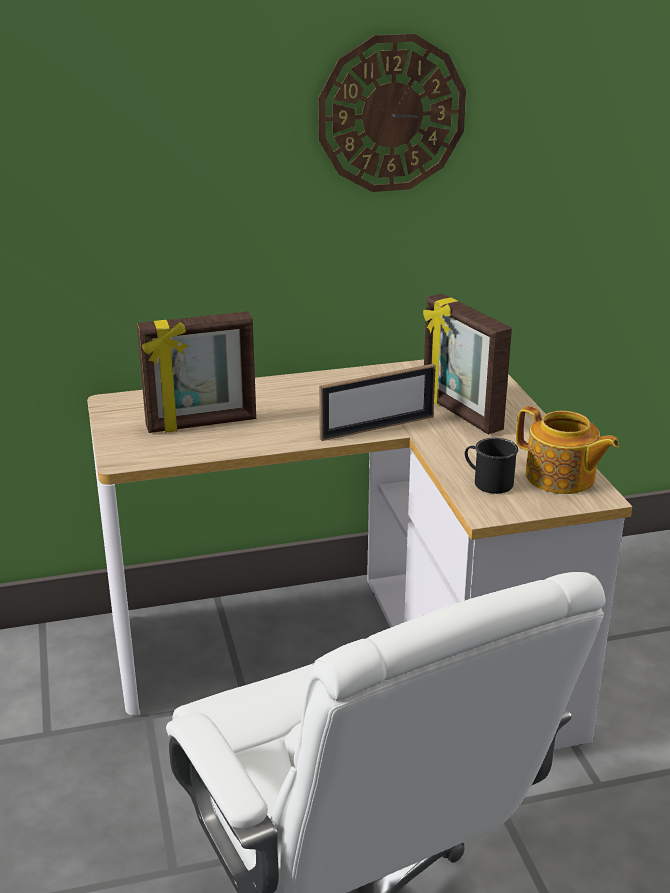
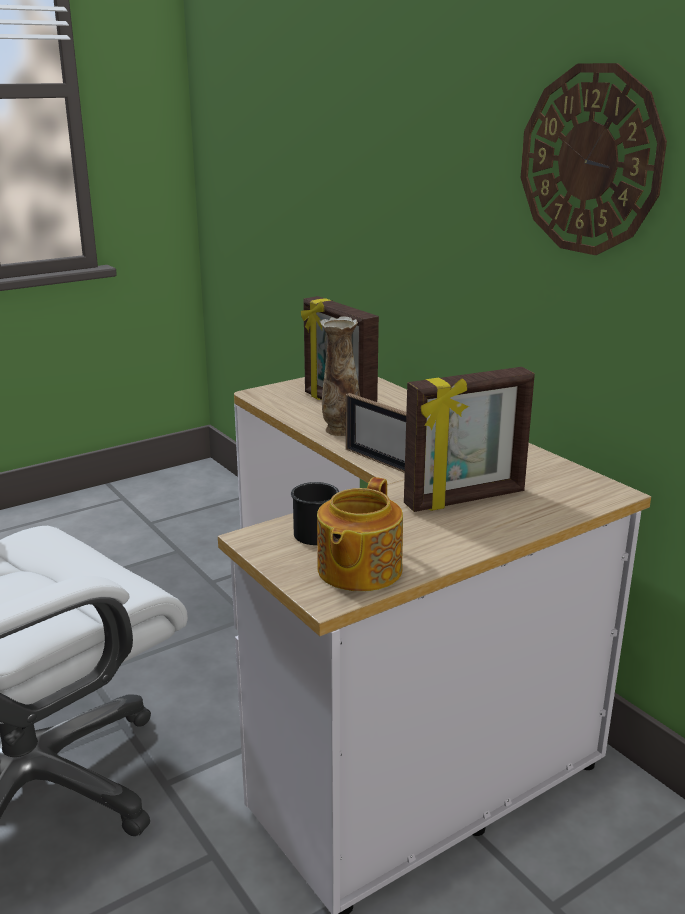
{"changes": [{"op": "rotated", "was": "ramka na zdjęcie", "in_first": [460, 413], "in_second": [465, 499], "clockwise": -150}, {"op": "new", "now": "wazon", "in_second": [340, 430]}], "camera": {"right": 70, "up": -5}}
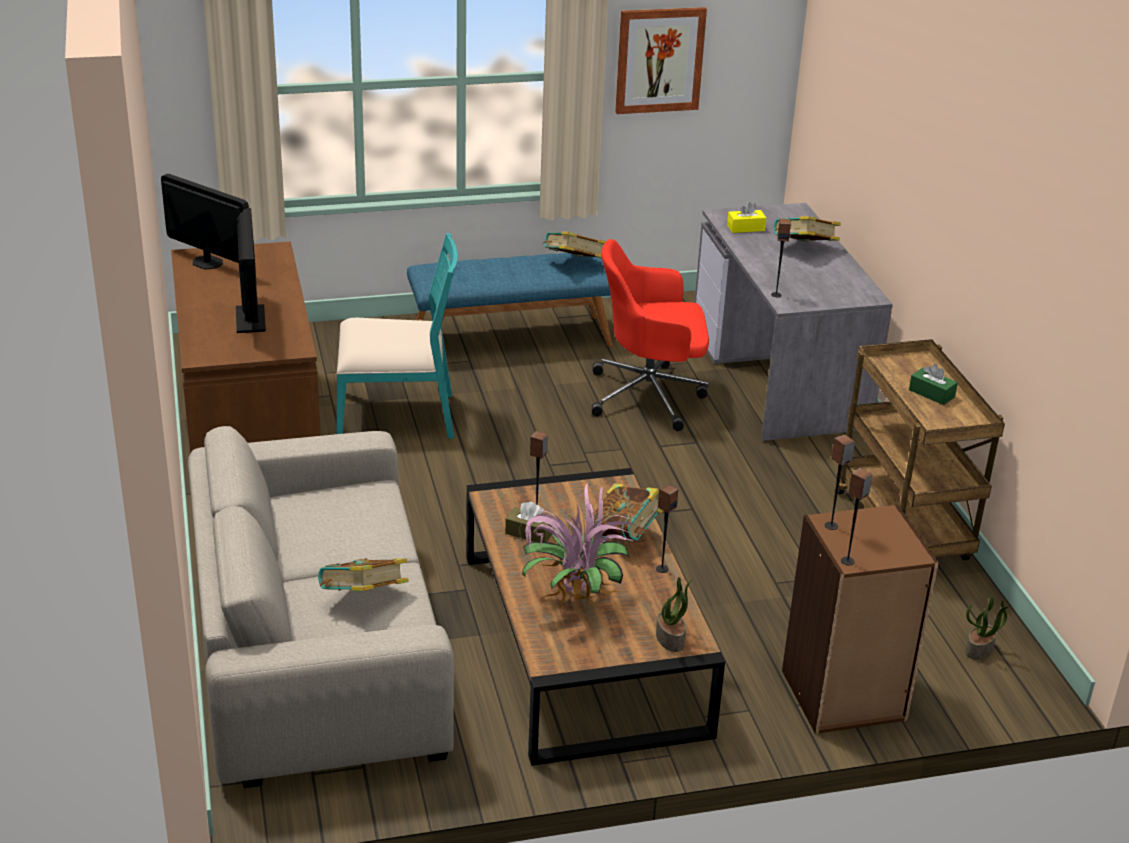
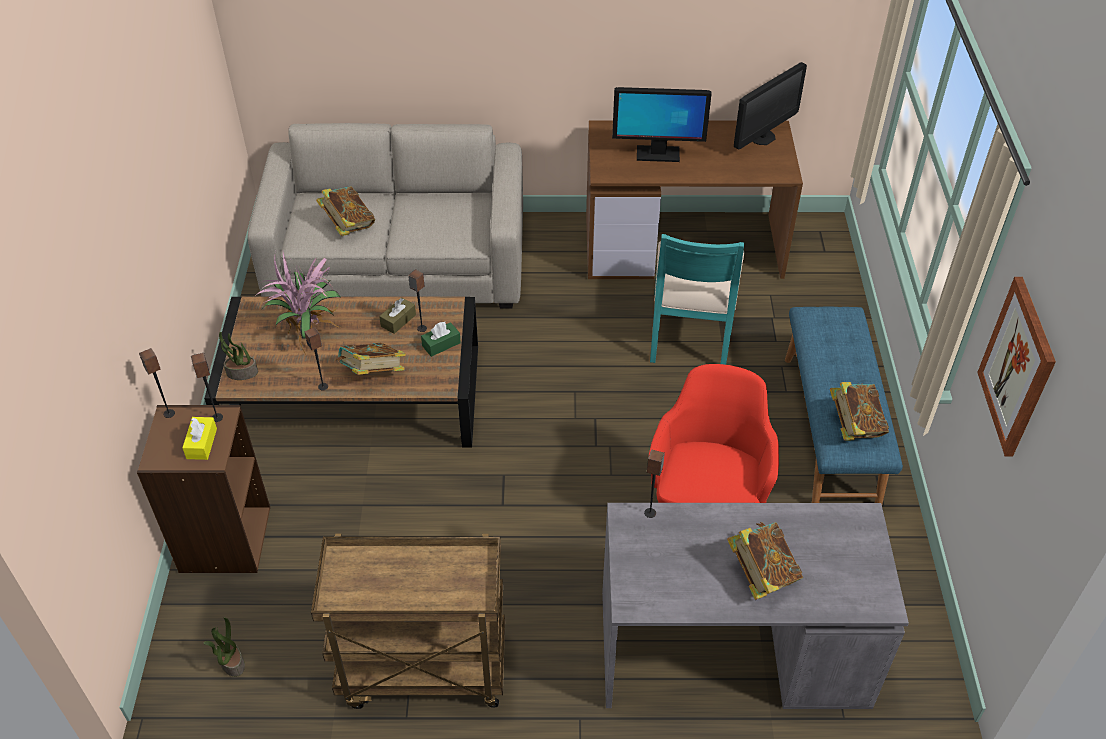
{"changes": [{"op": "shifted", "was": "pudełko chusteczek/żółty", "in_first": [745, 228], "in_second": [201, 443]}, {"op": "shifted", "was": "pudełko chusteczek/zielony", "in_first": [931, 393], "in_second": [441, 344]}], "camera": {"right": 105, "up": 15}}
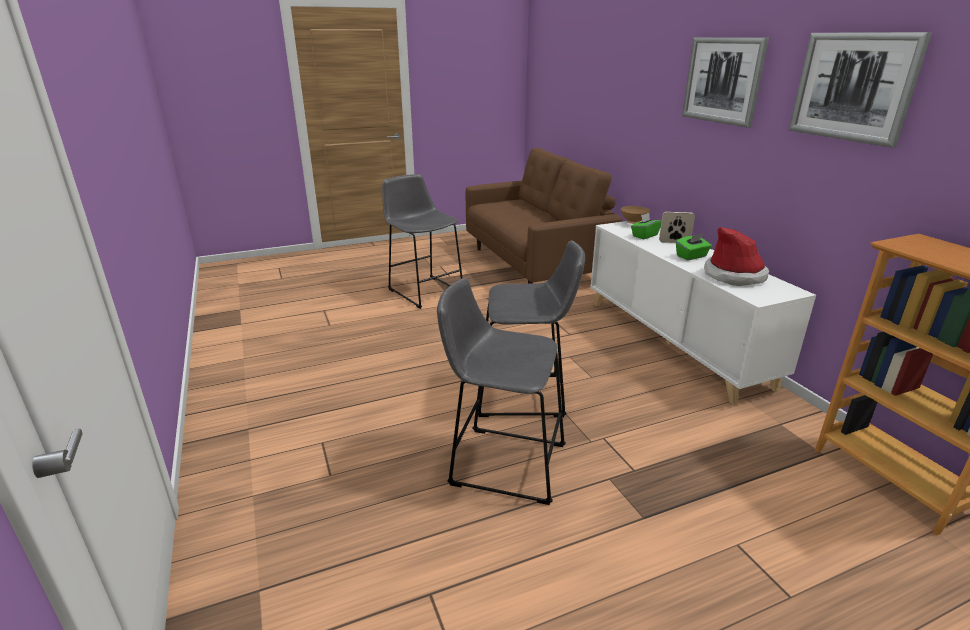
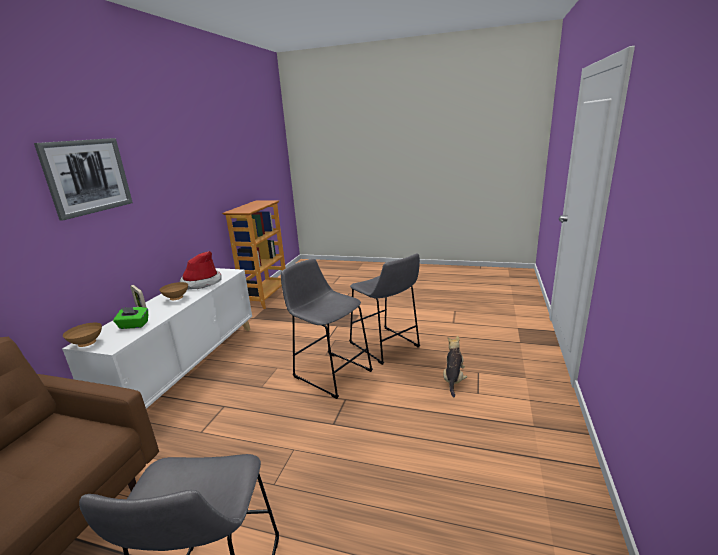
{"changes": [{"op": "gone", "was": "obraz", "in_first": [853, 87]}, {"op": "swapped", "was": "pudełko chusteczek/zielony", "now": "miska/brązowy", "in_first": [691, 256], "in_second": [176, 299]}, {"op": "new", "now": "pluszak", "in_second": [453, 379]}], "camera": {"right": -140, "up": -5}}
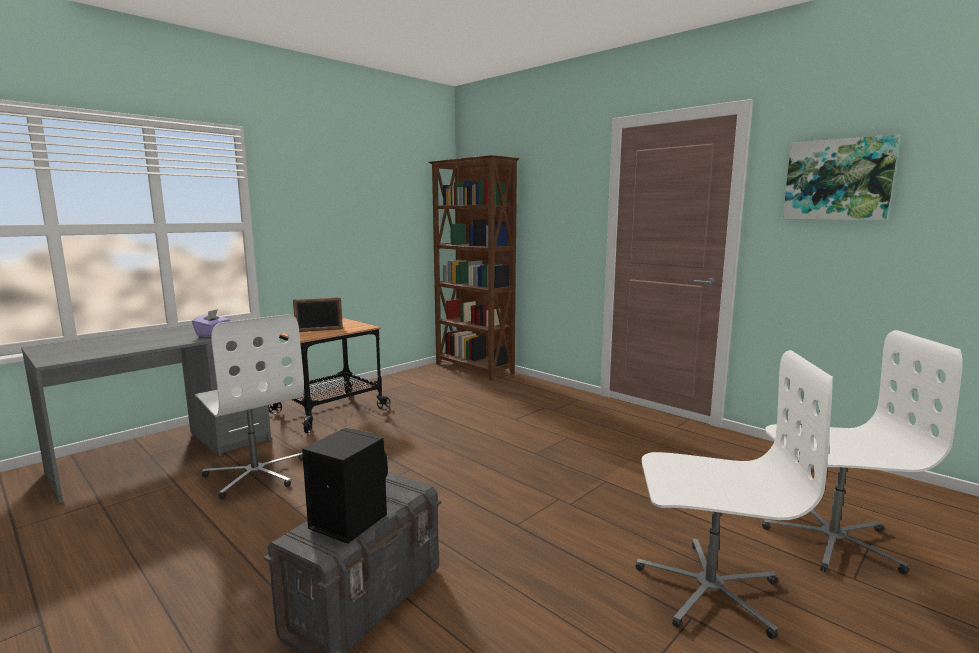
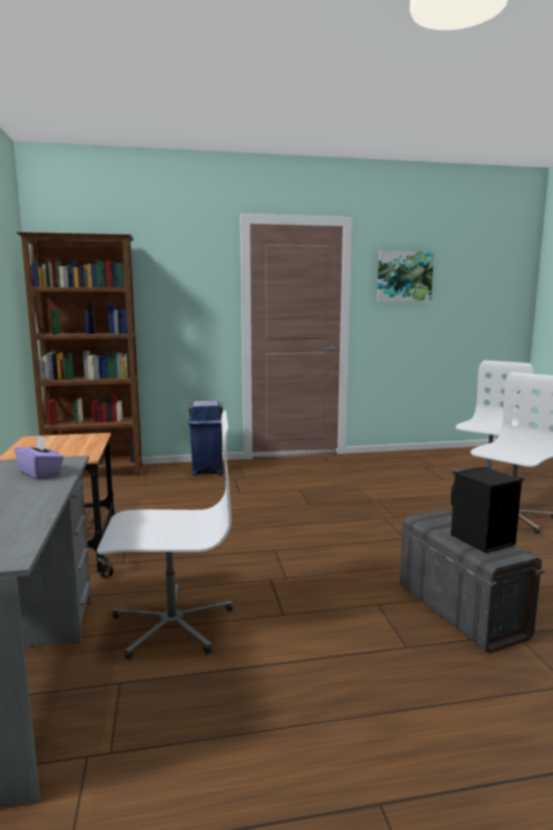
{"changes": [{"op": "gone", "was": "ramka na zdjęcie", "in_first": [319, 330]}, {"op": "new", "now": "kosz na śmieci/niebieski", "in_second": [207, 470]}], "camera": {"right": -55, "up": 0}}
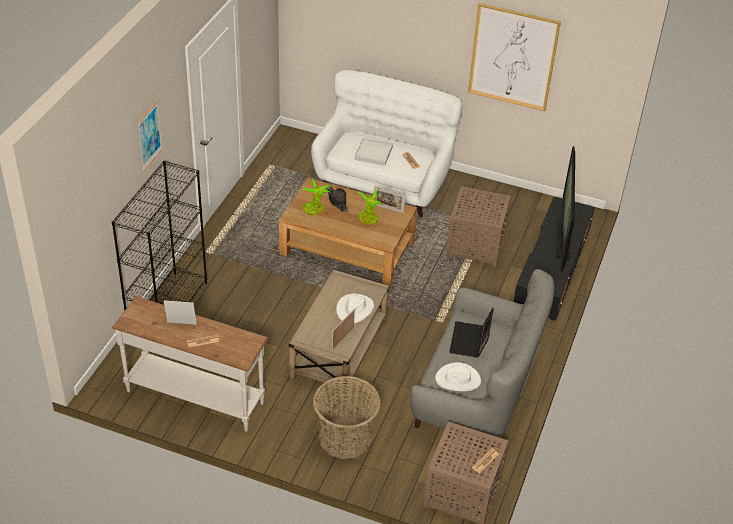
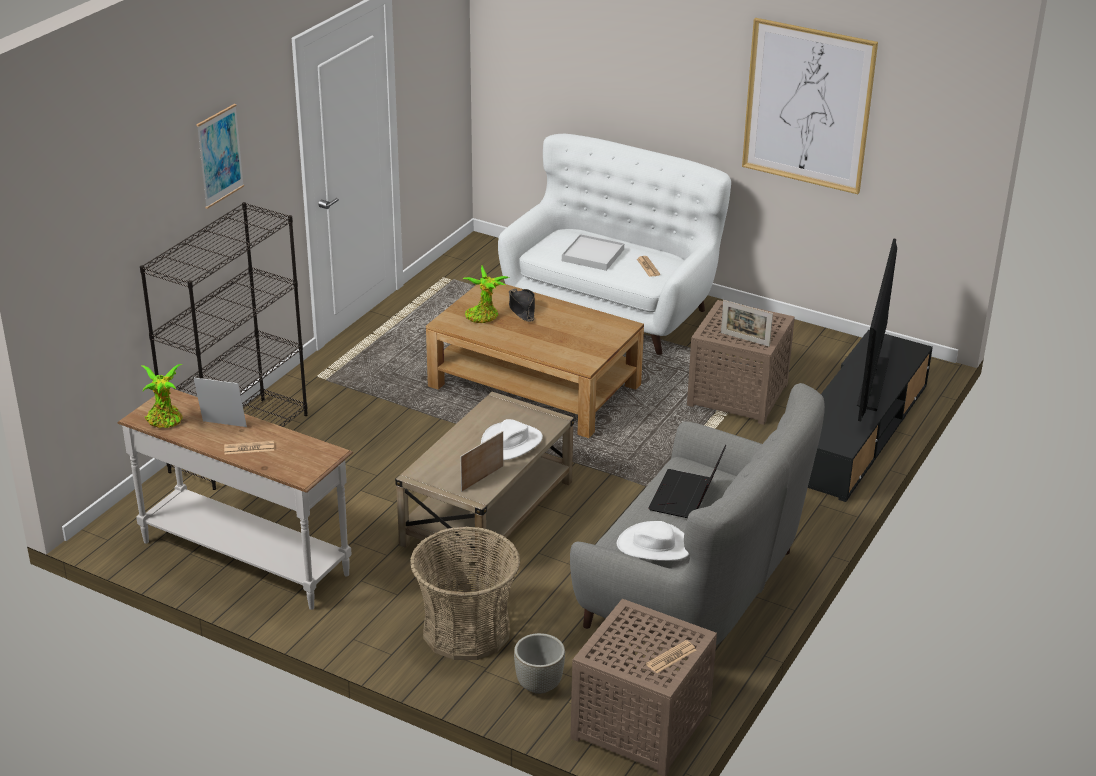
{"changes": [{"op": "shifted", "was": "ramka na zdjęcie", "in_first": [388, 209], "in_second": [745, 339]}, {"op": "shifted", "was": "roślina doniczkowa", "in_first": [368, 220], "in_second": [165, 421]}, {"op": "new", "now": "donica/szary", "in_second": [539, 685]}], "camera": {"right": 10, "up": -10}}
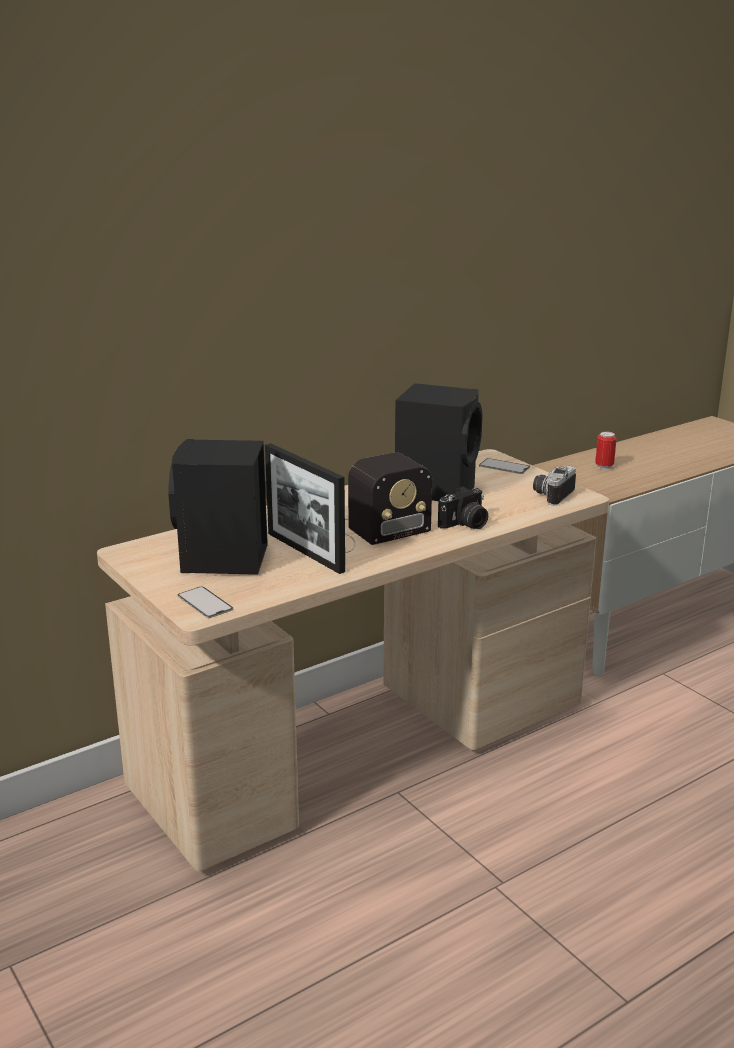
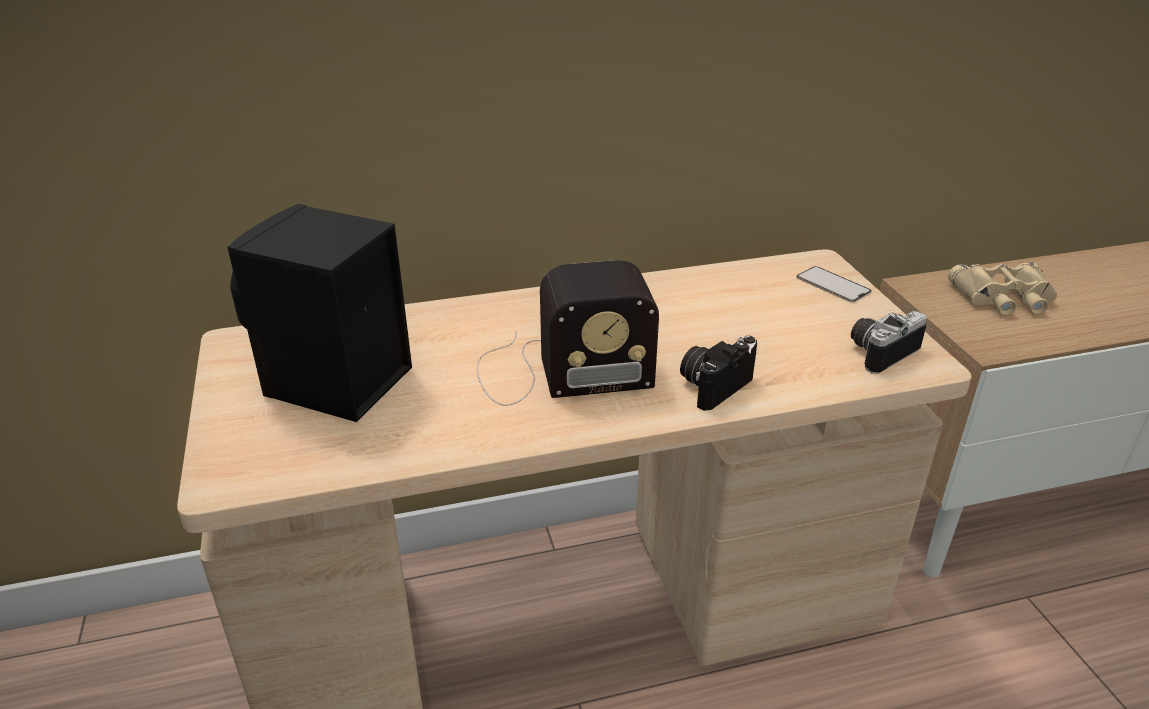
{"changes": [{"op": "gone", "was": "głośnik/czarny", "in_first": [437, 489]}, {"op": "swapped", "was": "puszka", "now": "lornetka/beżowy", "in_first": [604, 466], "in_second": [1004, 297]}, {"op": "gone", "was": "ramka na zdjęcie", "in_first": [305, 552]}, {"op": "rotated", "was": "aparat fotograficzny", "in_first": [465, 524], "in_second": [713, 385], "clockwise": 150}, {"op": "gone", "was": "telefon", "in_first": [205, 603]}], "camera": {"right": 20, "up": 10}}
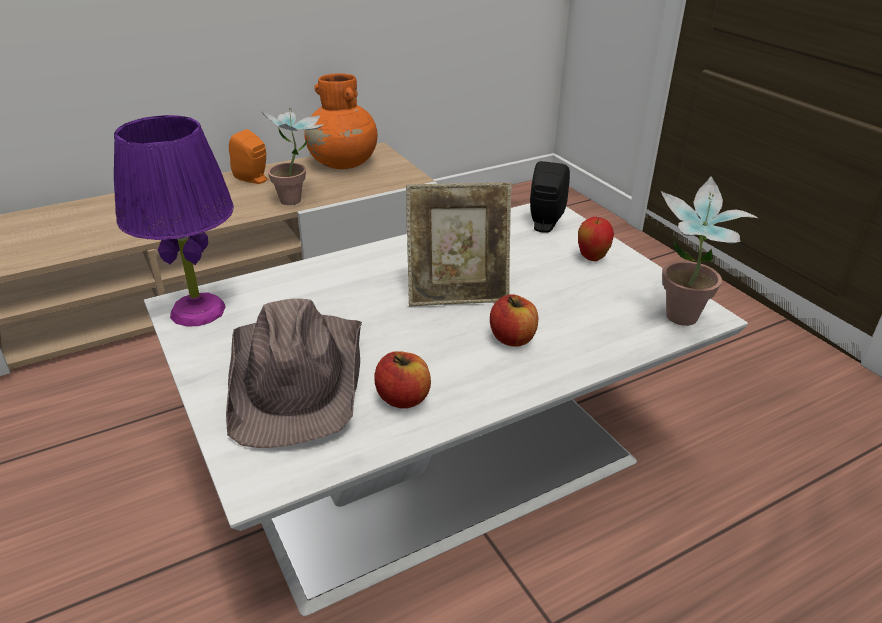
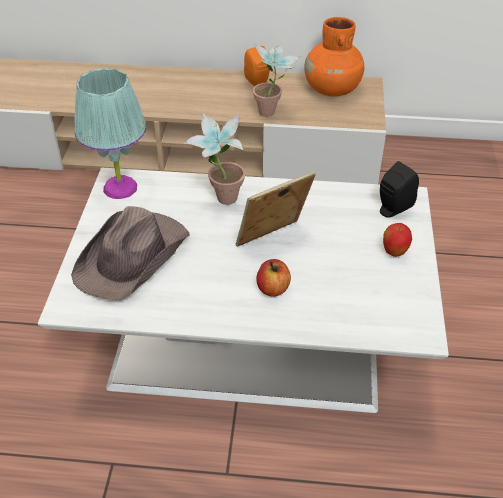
{"changes": [{"op": "repainted", "was": "lampa stołowa/fioletowy", "now": "lampa stołowa/turkusowy", "in_first": [198, 311], "in_second": [120, 188]}, {"op": "shifted", "was": "roślina doniczkowa", "in_first": [680, 323], "in_second": [220, 201]}, {"op": "rotated", "was": "ramka na zdjęcie", "in_first": [457, 294], "in_second": [273, 241], "clockwise": 120}, {"op": "gone", "was": "jabłko", "in_first": [403, 398]}], "camera": {"right": 35, "up": 10}}
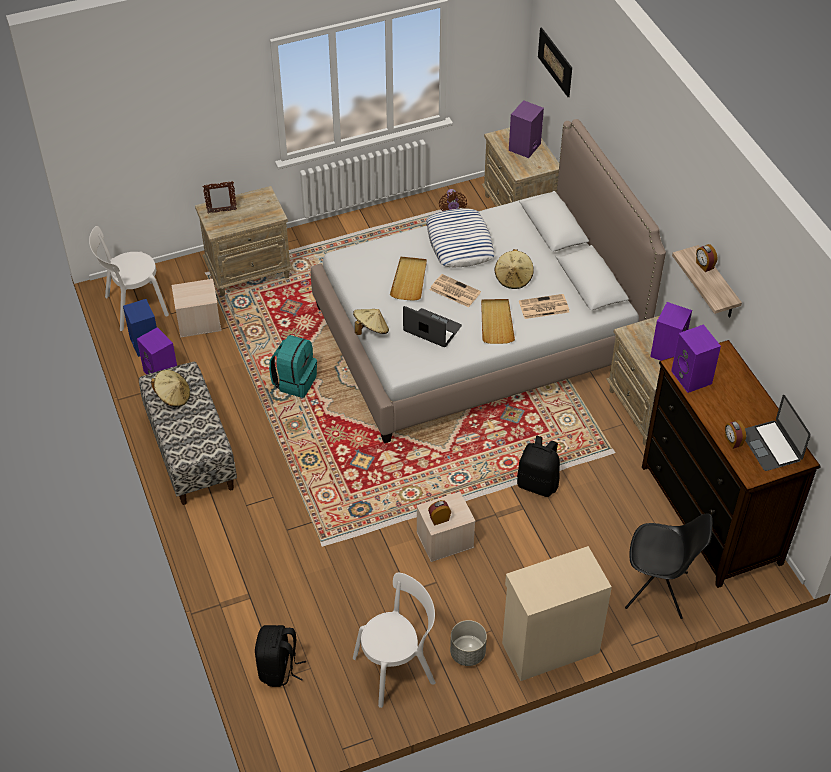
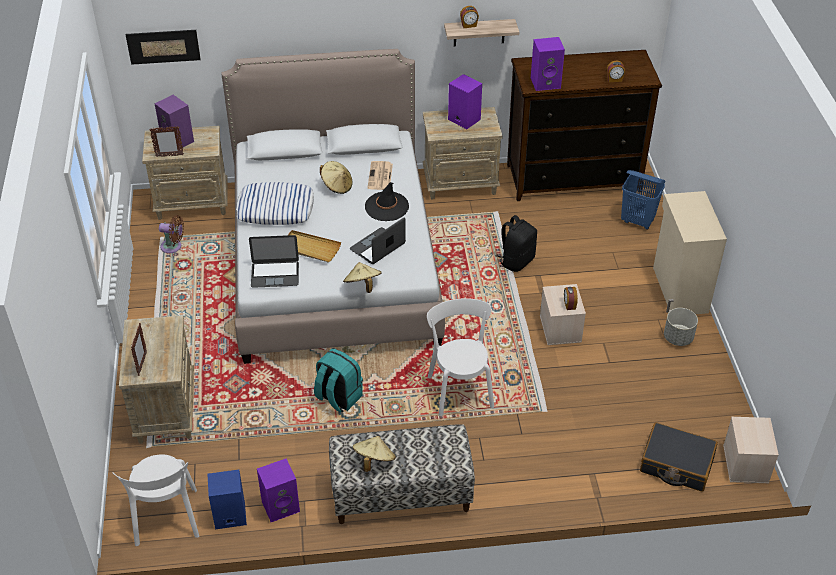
{"changes": [{"op": "gone", "was": "gazeta", "in_first": [454, 291]}, {"op": "shifted", "was": "pojemnik do przechowywania/beżowy", "in_first": [198, 322], "in_second": [746, 464]}, {"op": "swapped", "was": "taca/beżowy", "now": "kapelusz/czarny", "in_first": [496, 322], "in_second": [386, 206]}, {"op": "shifted", "was": "laptop", "in_first": [771, 446], "in_second": [275, 274]}, {"op": "swapped", "was": "krzesło/czarny", "now": "kosz na pranie/niebieski", "in_first": [658, 591], "in_second": [638, 221]}, {"op": "shifted", "was": "krzesło/biały", "in_first": [397, 668], "in_second": [459, 389]}, {"op": "swapped", "was": "plecak/czarny", "now": "walizka/czarny", "in_first": [279, 669], "in_second": [676, 464]}, {"op": "new", "now": "ramka na zdjęcie", "in_second": [169, 156]}], "camera": {"right": -75, "up": -5}}
